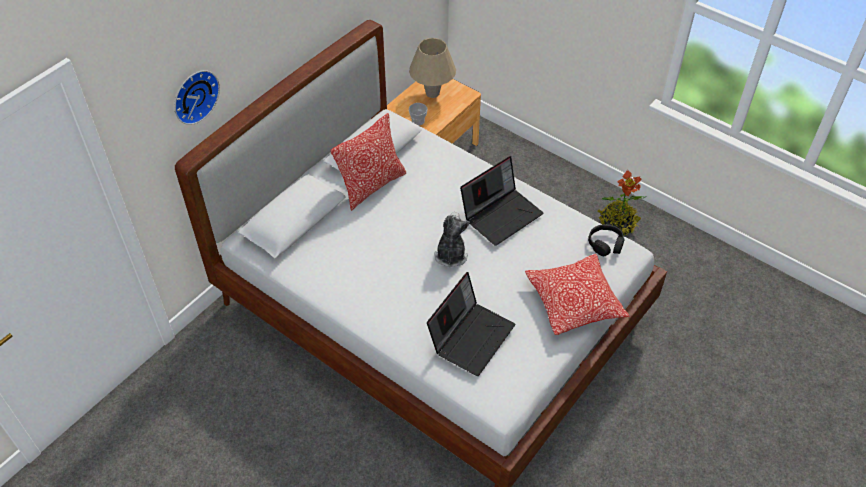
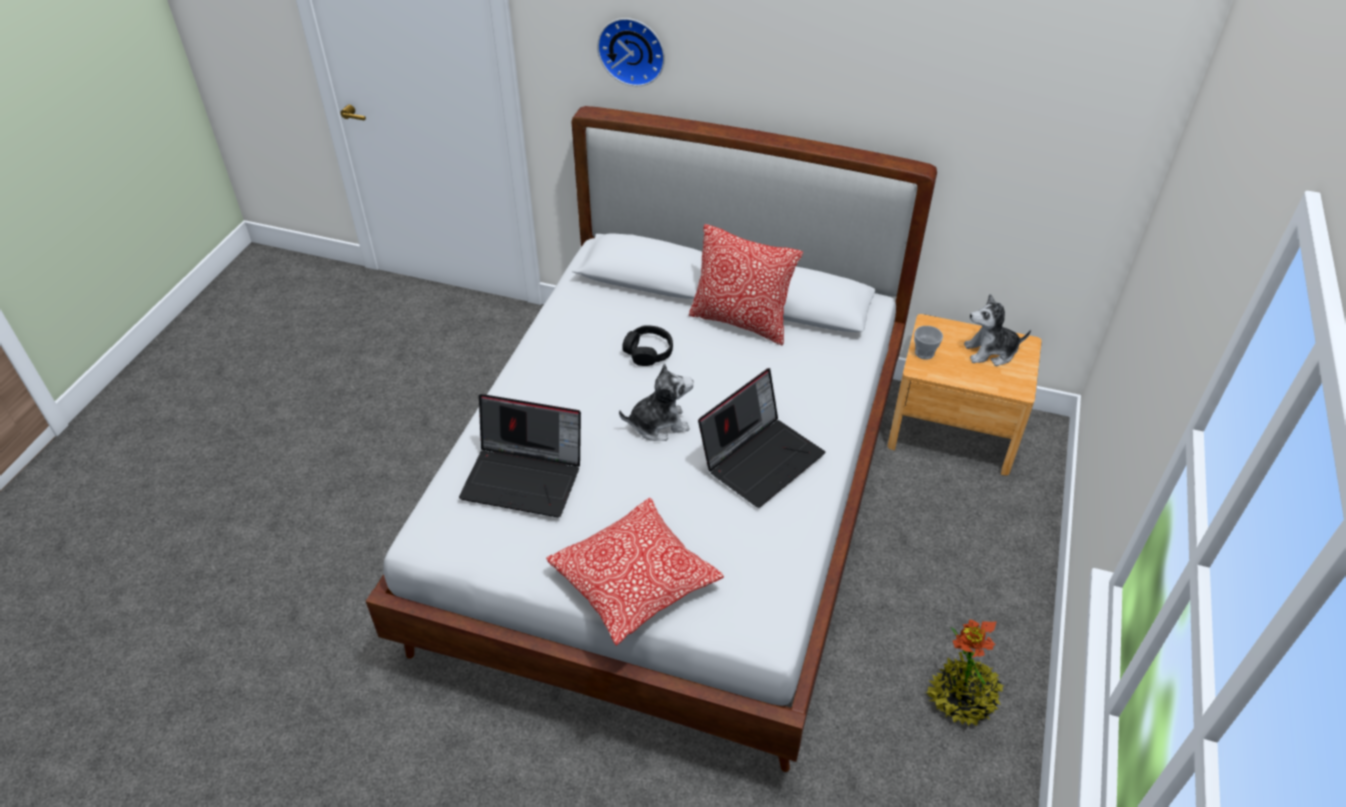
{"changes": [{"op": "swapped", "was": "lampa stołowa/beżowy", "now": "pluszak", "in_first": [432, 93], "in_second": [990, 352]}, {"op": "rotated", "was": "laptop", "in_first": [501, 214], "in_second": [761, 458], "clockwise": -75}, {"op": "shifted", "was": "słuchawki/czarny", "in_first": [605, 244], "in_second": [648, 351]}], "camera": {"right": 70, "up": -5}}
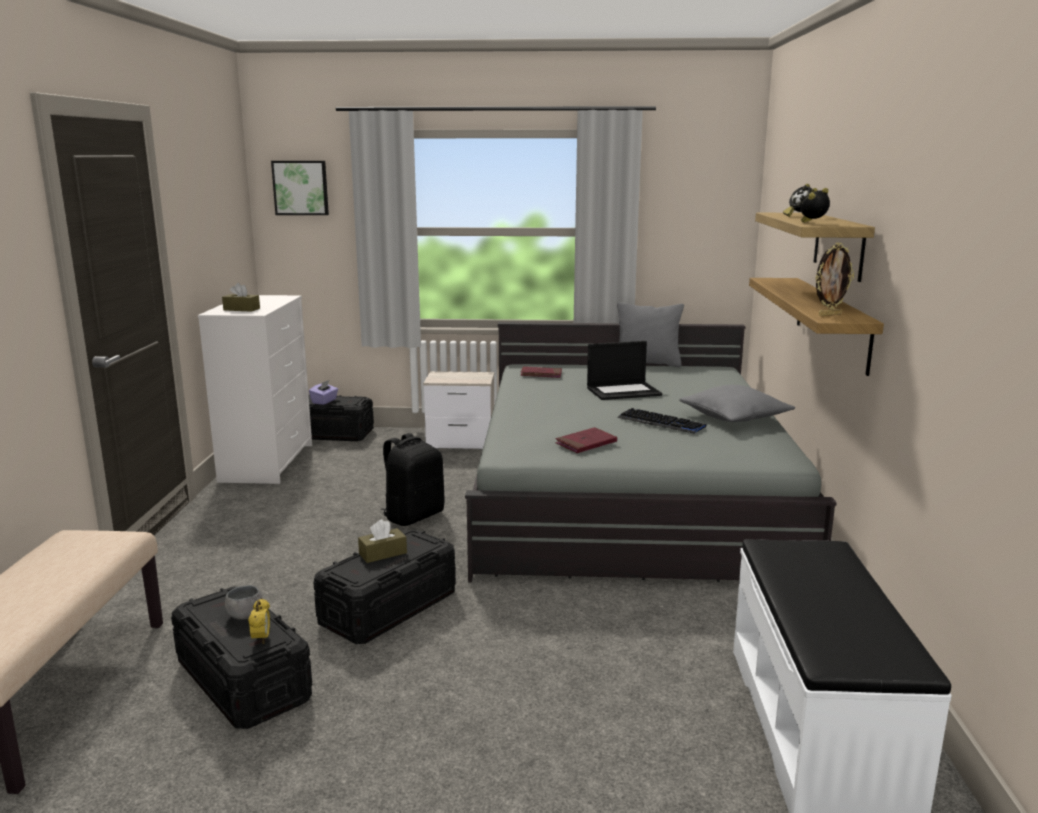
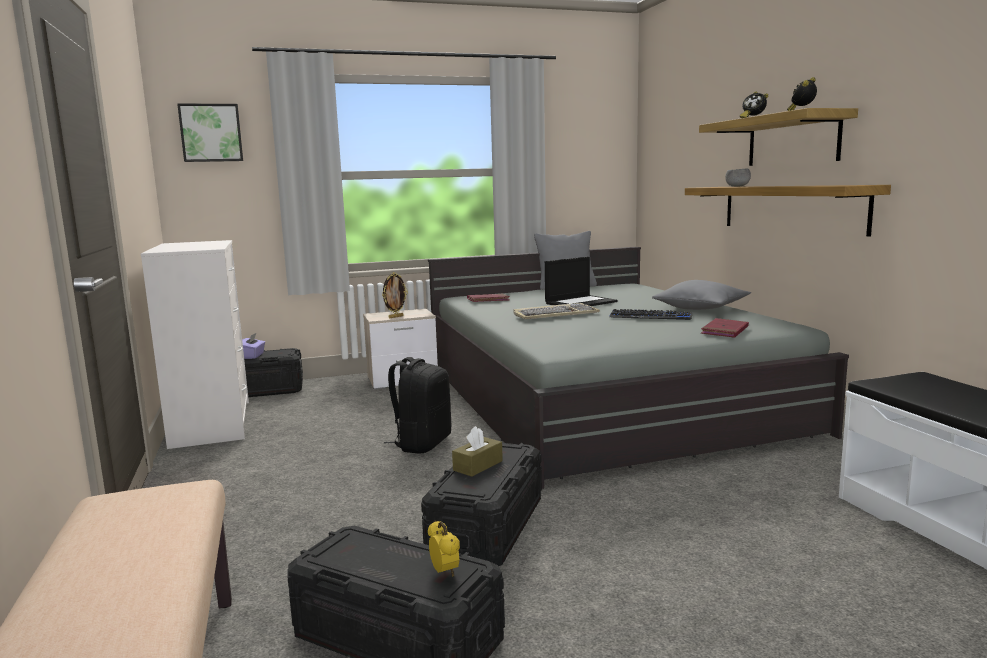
{"changes": [{"op": "shifted", "was": "ramka na zdjęcie", "in_first": [829, 315], "in_second": [395, 317]}, {"op": "gone", "was": "pudełko chusteczek/brązowy", "in_first": [241, 309]}, {"op": "shifted", "was": "książka/czerwony", "in_first": [586, 443], "in_second": [724, 331]}, {"op": "shifted", "was": "miska/szary", "in_first": [245, 615], "in_second": [737, 186]}, {"op": "new", "now": "klawiatura", "in_second": [555, 315]}], "camera": {"right": -20, "up": -5}}
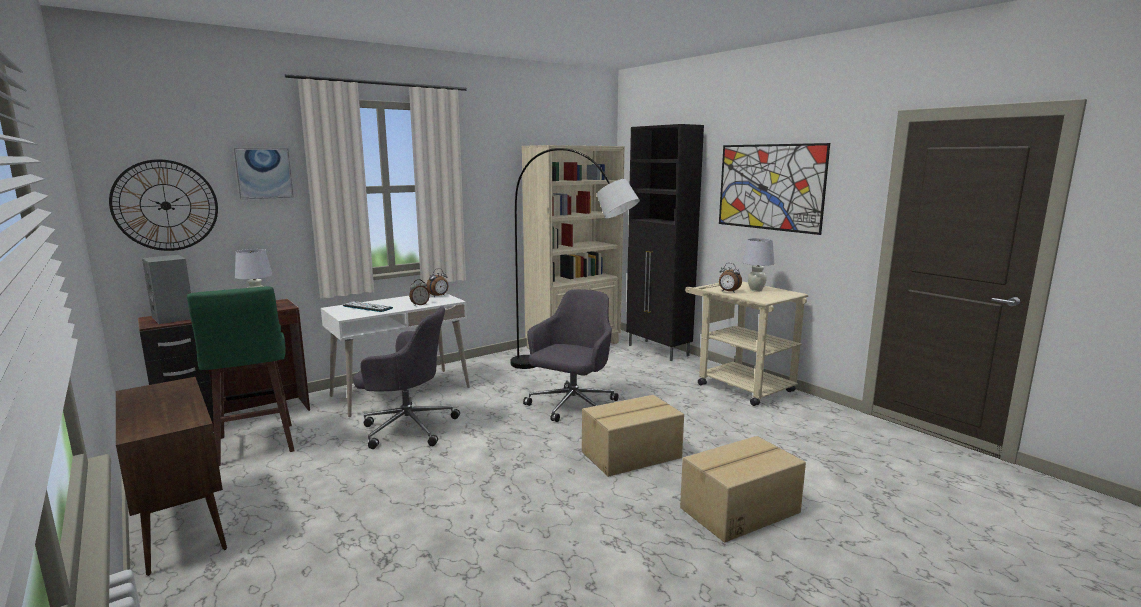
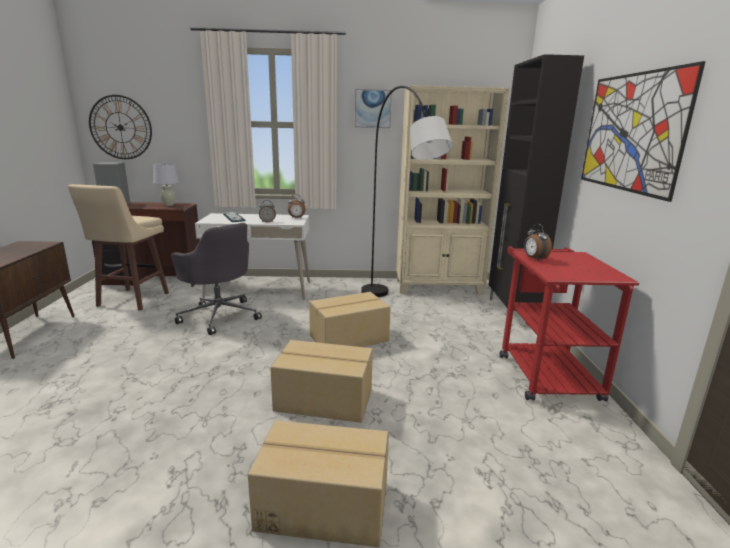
{"changes": [{"op": "shifted", "was": "obraz", "in_first": [263, 173], "in_second": [372, 109]}, {"op": "gone", "was": "lampa stołowa/biały", "in_first": [756, 290]}, {"op": "repainted", "was": "wózek/beżowy", "now": "wózek/czerwony", "in_first": [738, 385], "in_second": [544, 372]}, {"op": "repainted", "was": "stołek/zielony", "now": "stołek/beżowy", "in_first": [255, 446], "in_second": [132, 300]}, {"op": "swapped", "was": "krzesło biurowe/szary", "now": "karton", "in_first": [572, 407], "in_second": [349, 339]}], "camera": {"right": 35, "up": 5}}
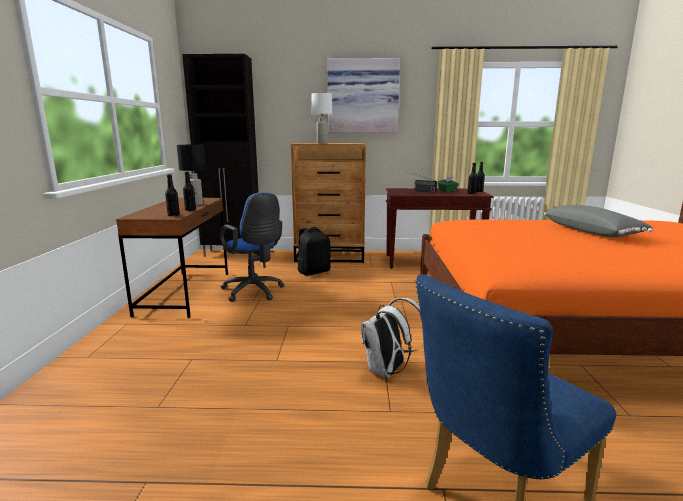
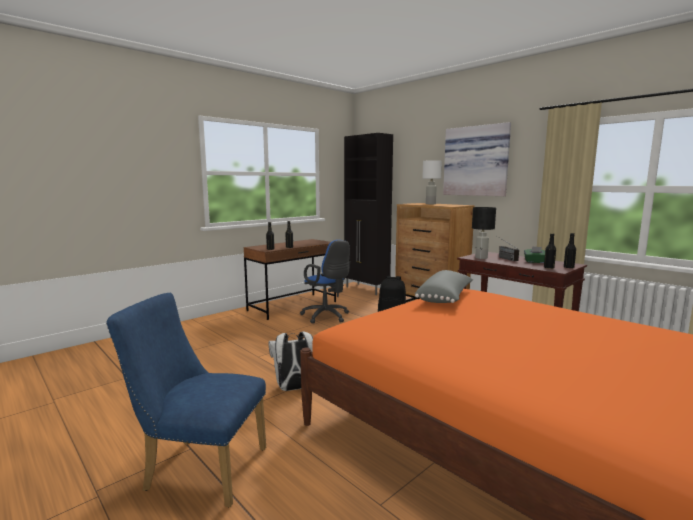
{"changes": [{"op": "shifted", "was": "lampa stołowa/czarny", "in_first": [196, 204], "in_second": [481, 258]}, {"op": "rotated", "was": "krzesło biurowe/niebieski", "in_first": [254, 292], "in_second": [327, 317], "clockwise": -45}, {"op": "shifted", "was": "poduszka/szary", "in_first": [592, 232], "in_second": [446, 298]}], "camera": {"right": 45, "up": -5}}
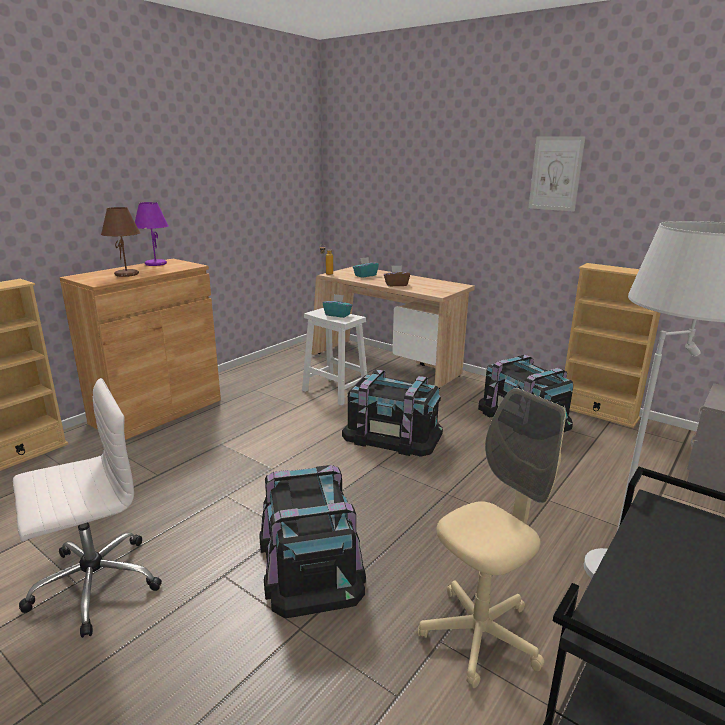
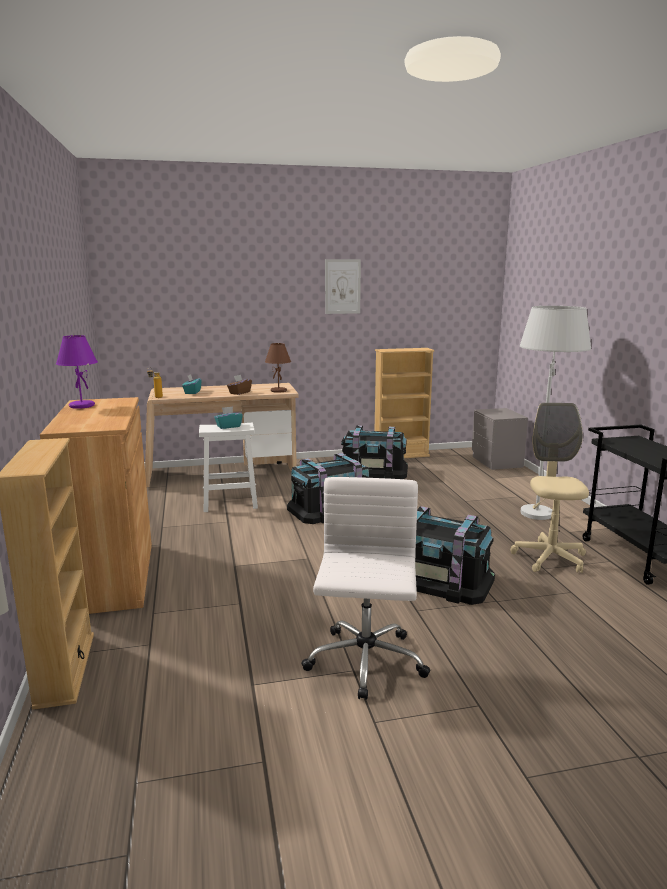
{"changes": [{"op": "shifted", "was": "lampa stołowa/brązowy", "in_first": [127, 274], "in_second": [279, 391]}], "camera": {"right": -50, "up": -5}}
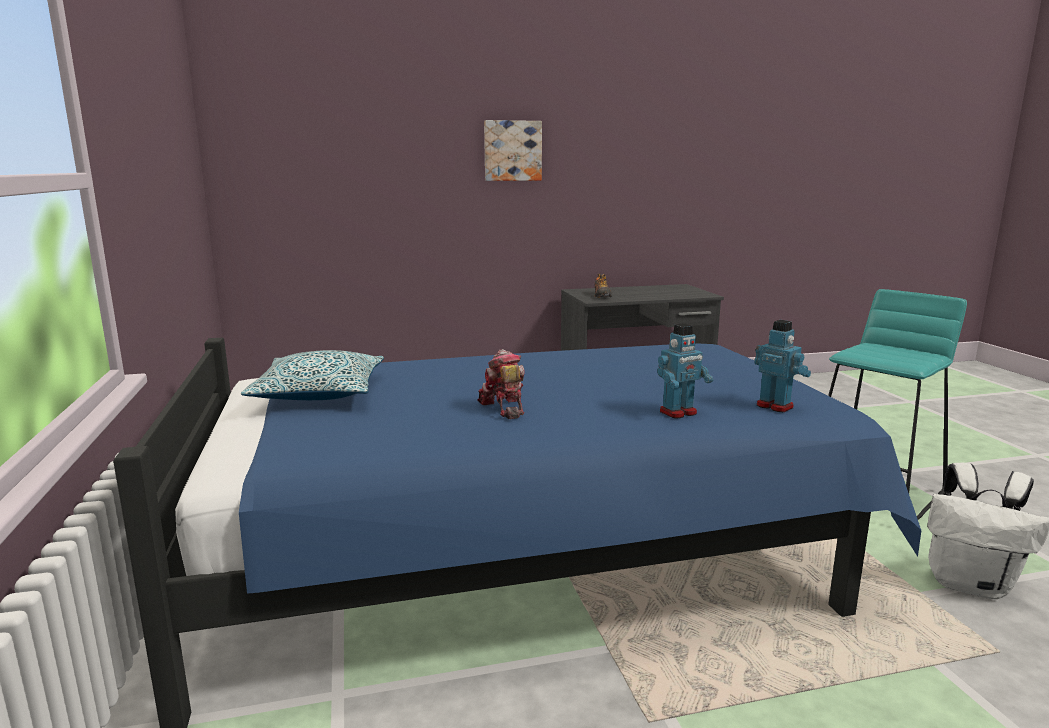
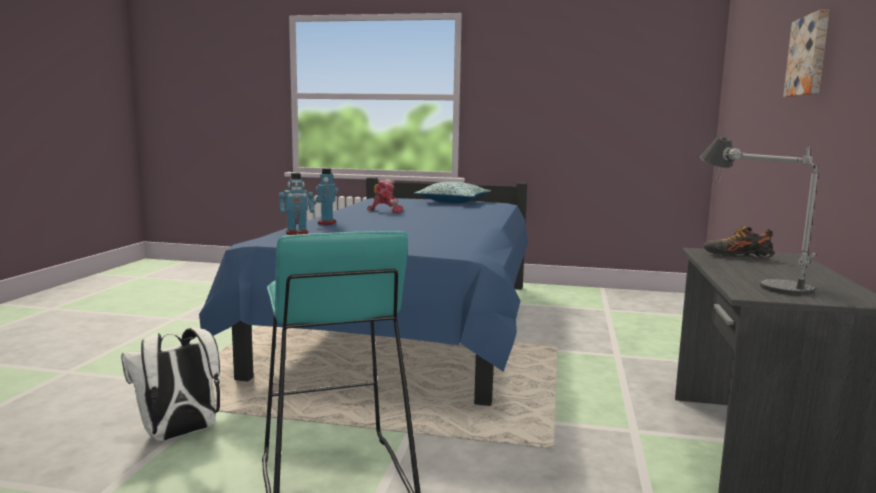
{"changes": [{"op": "new", "now": "lampa stołowa", "in_second": [750, 277]}], "camera": {"right": 115, "up": -5}}
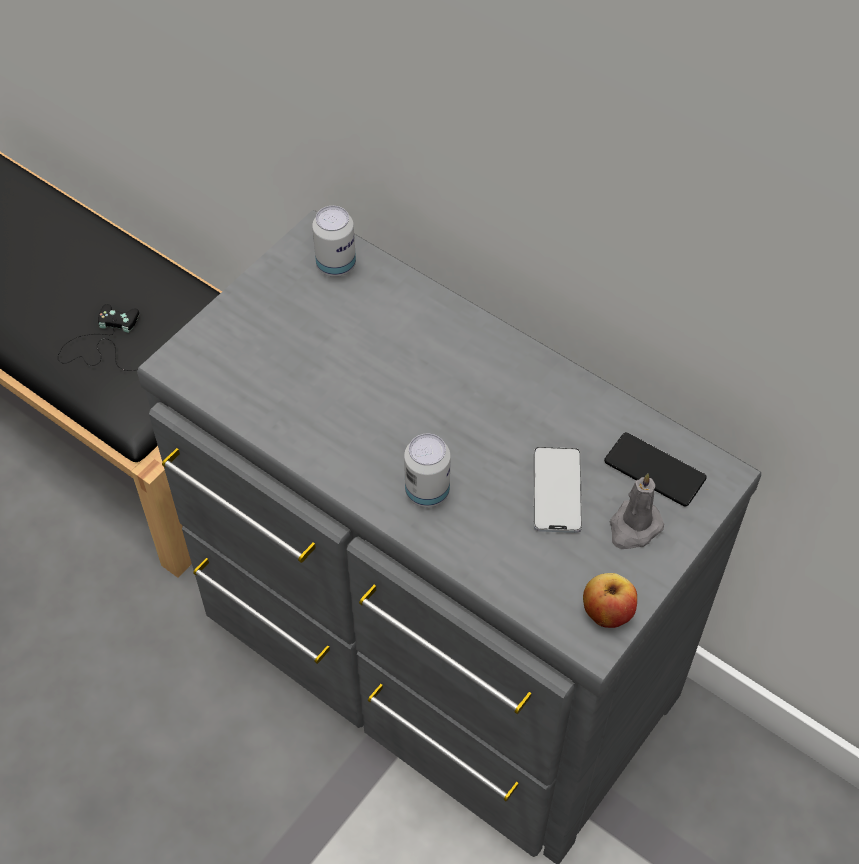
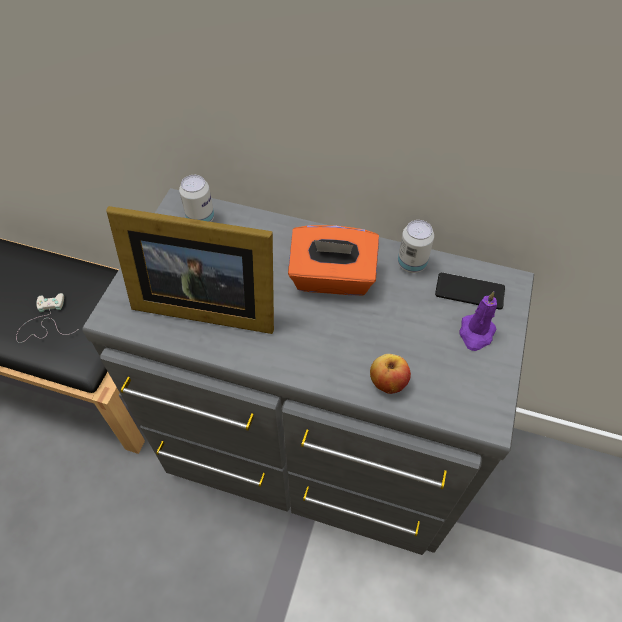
{"changes": [{"op": "repainted", "was": "pad do gier/czarny", "now": "pad do gier/biały", "in_first": [102, 344], "in_second": [45, 322]}, {"op": "shifted", "was": "puszka", "in_first": [427, 491], "in_second": [412, 264]}, {"op": "gone", "was": "telefon", "in_first": [557, 491]}, {"op": "repainted", "was": "świeca/szary", "now": "świeca/fioletowy", "in_first": [634, 527], "in_second": [476, 333]}, {"op": "shifted", "was": "jabłko", "in_first": [607, 612], "in_second": [388, 382]}, {"op": "new", "now": "ramka na zdjęcie", "in_second": [202, 303]}, {"op": "new", "now": "pudełko chusteczek/pomarańczowy", "in_second": [332, 279]}], "camera": {"right": -20, "up": 0}}
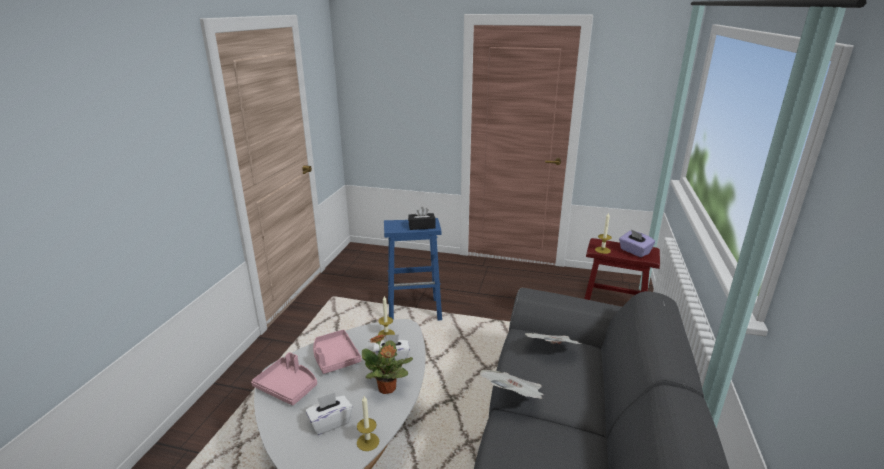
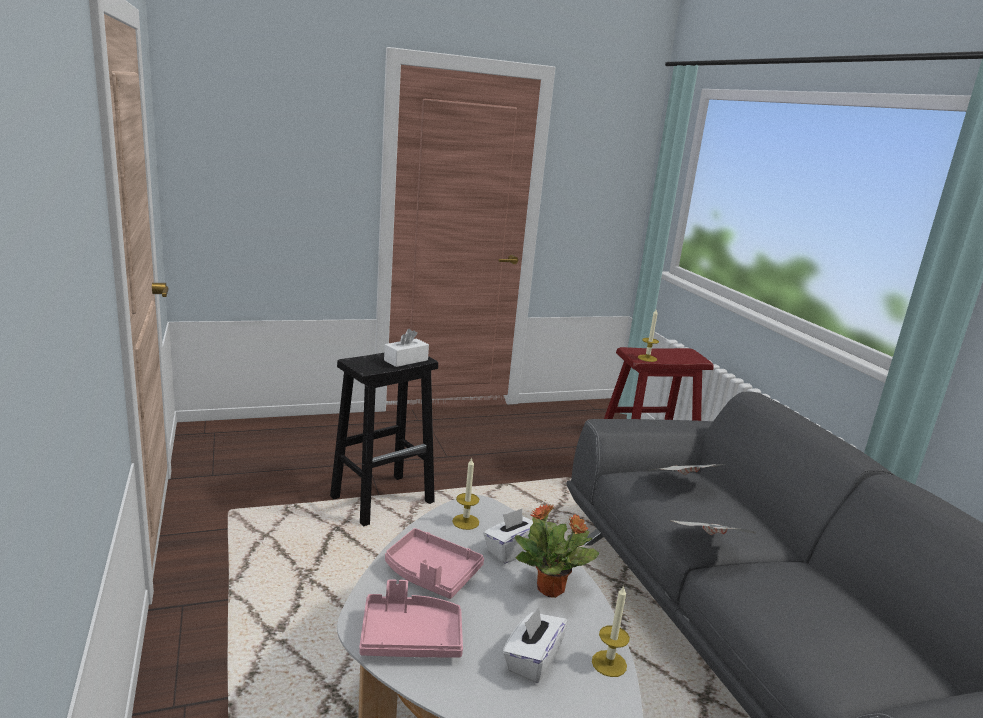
{"changes": [{"op": "repainted", "was": "pudełko chusteczek/czarny", "now": "pudełko chusteczek/biały", "in_first": [421, 226], "in_second": [406, 360]}, {"op": "repainted", "was": "stołek/niebieski", "now": "stołek/czarny", "in_first": [415, 311], "in_second": [383, 499]}, {"op": "gone", "was": "pudełko chusteczek/fioletowy", "in_first": [634, 251]}], "camera": {"right": -35, "up": -5}}
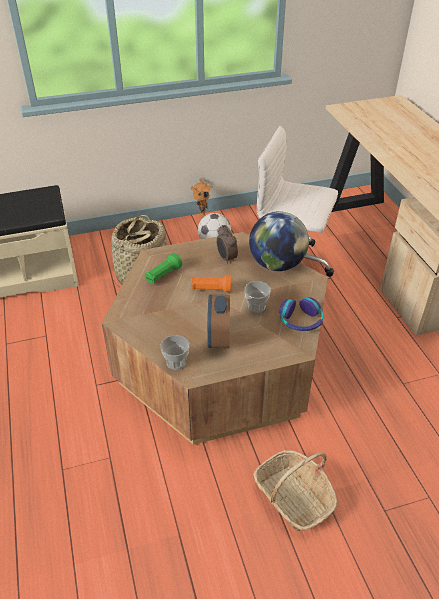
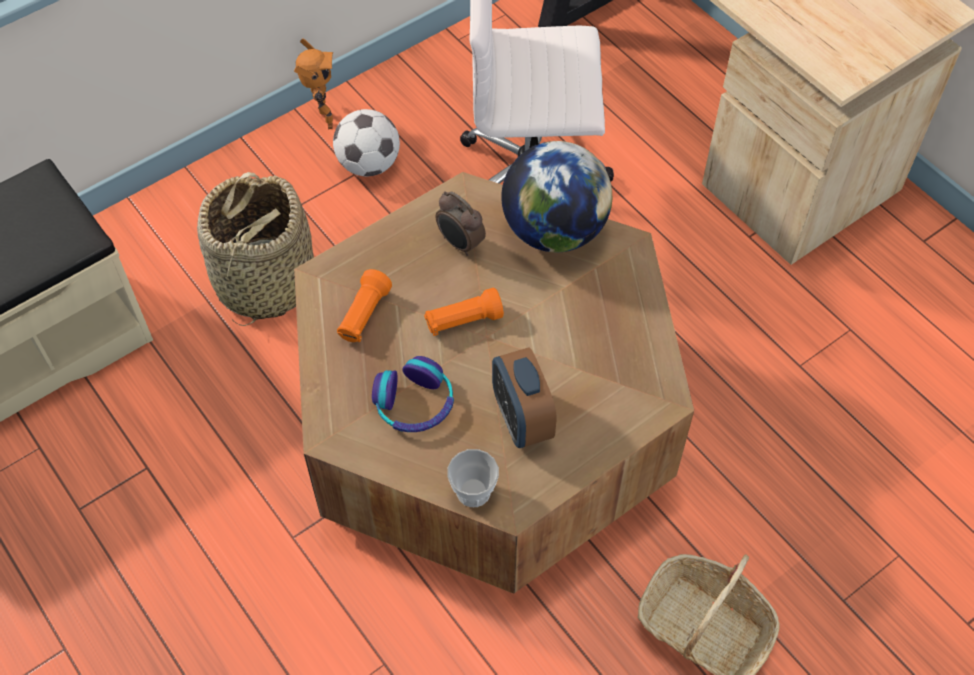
{"changes": [{"op": "repainted", "was": "latarka/zielony", "now": "latarka/pomarańczowy", "in_first": [163, 275], "in_second": [364, 316]}, {"op": "gone", "was": "filiżanka", "in_first": [256, 306]}, {"op": "shifted", "was": "słuchawki", "in_first": [300, 320], "in_second": [414, 403]}], "camera": {"right": -20, "up": 15}}
